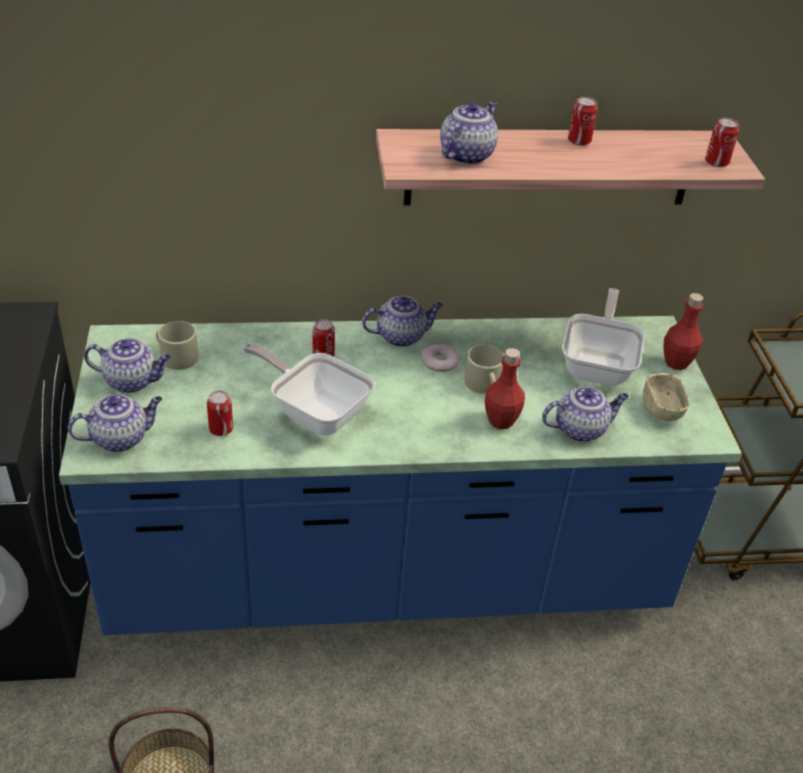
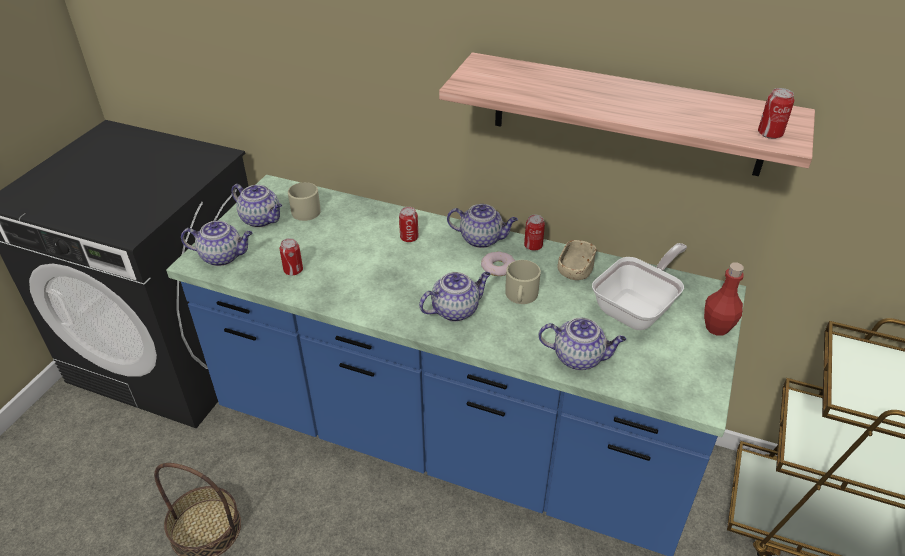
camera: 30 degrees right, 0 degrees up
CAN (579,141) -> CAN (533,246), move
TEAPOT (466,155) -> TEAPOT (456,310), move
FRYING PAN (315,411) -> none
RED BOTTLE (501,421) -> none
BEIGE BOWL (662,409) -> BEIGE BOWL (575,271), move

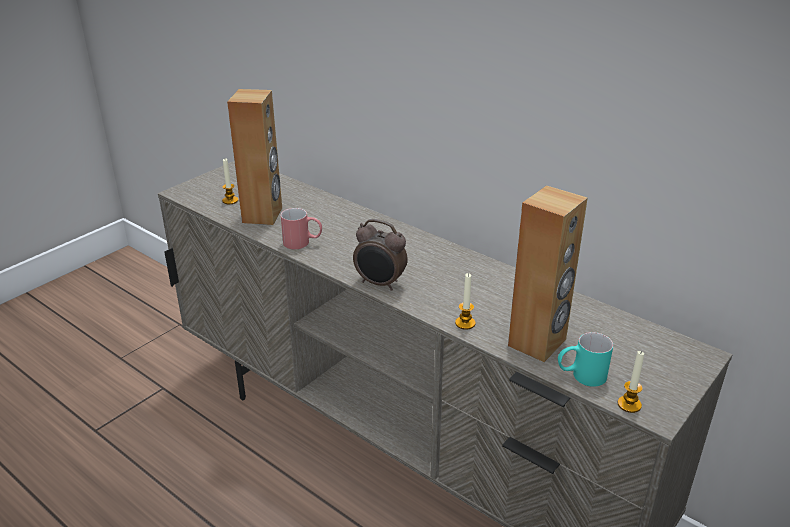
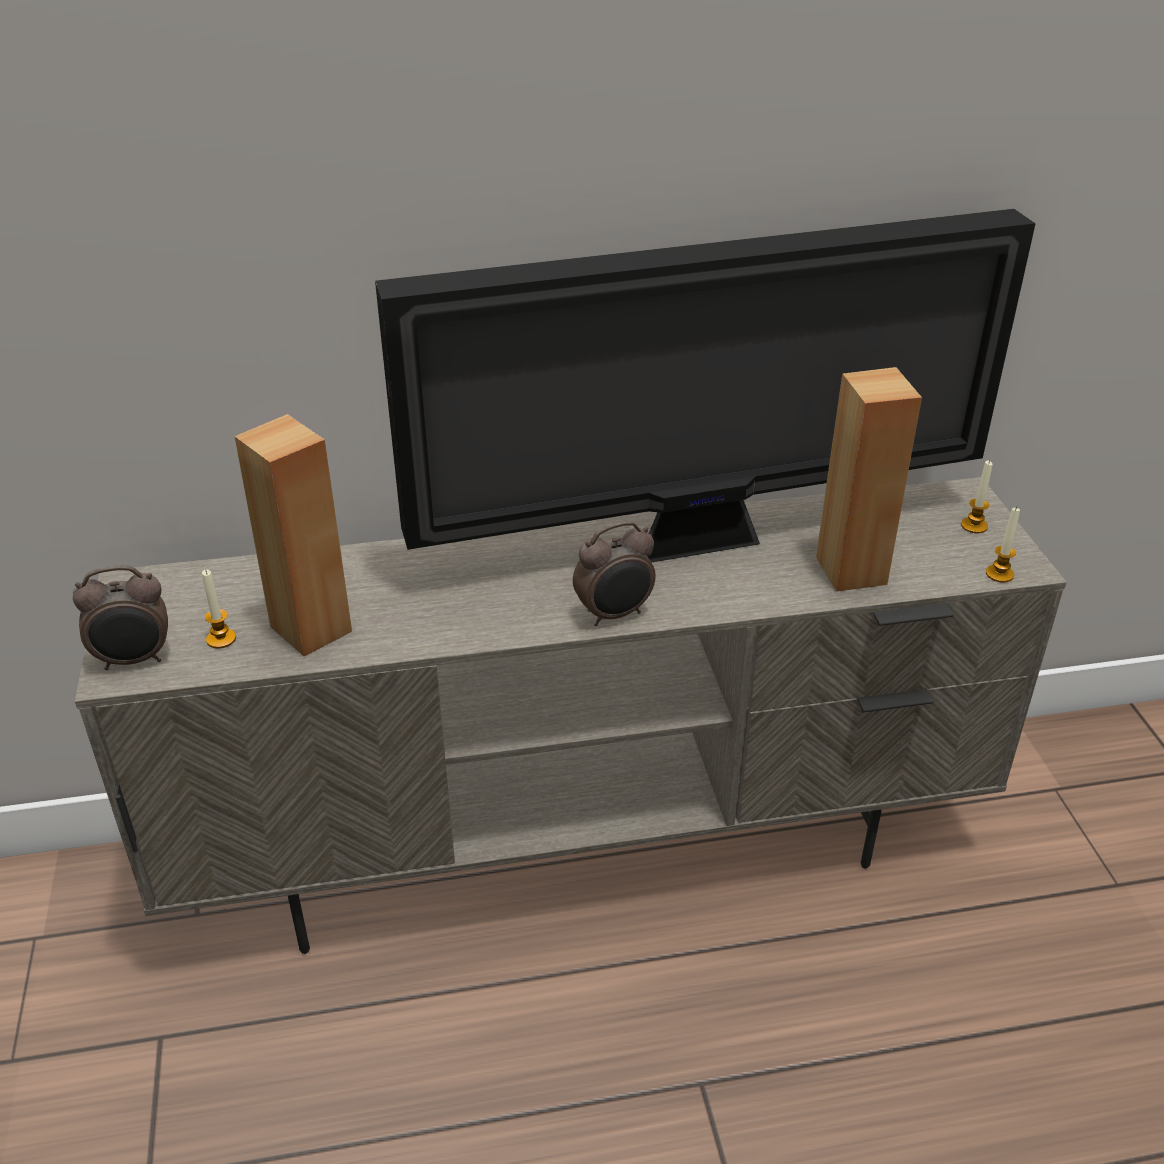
camera: 50 degrees left, 5 degrees up
RED MUG (303,243) -> none
CANDLE (465,323) -> CANDLE (974,526), move
TURQUOISE MUG (581,376) -> none
none -> TELEVISION (701,542)
none -> ALARM CLOCK (134,660)

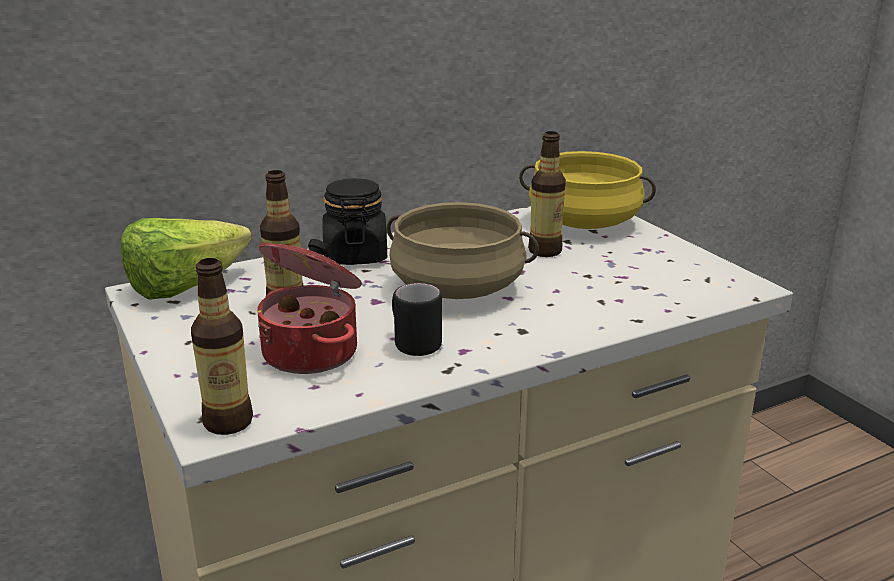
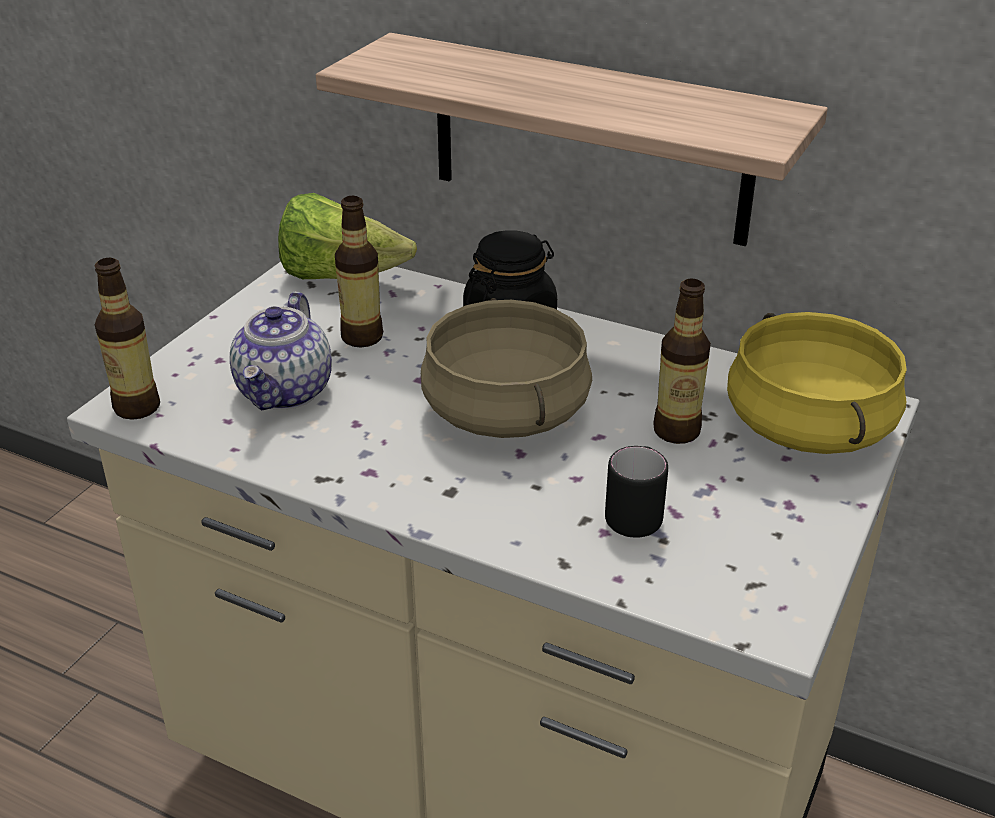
camera: 55 degrees right, 10 degrees up
COOKING POT (313,352) -> TEAPOT (286,392)
BLACK MUG (413,343) -> BLACK MUG (636,514), move
none -> SHELF (589,140)

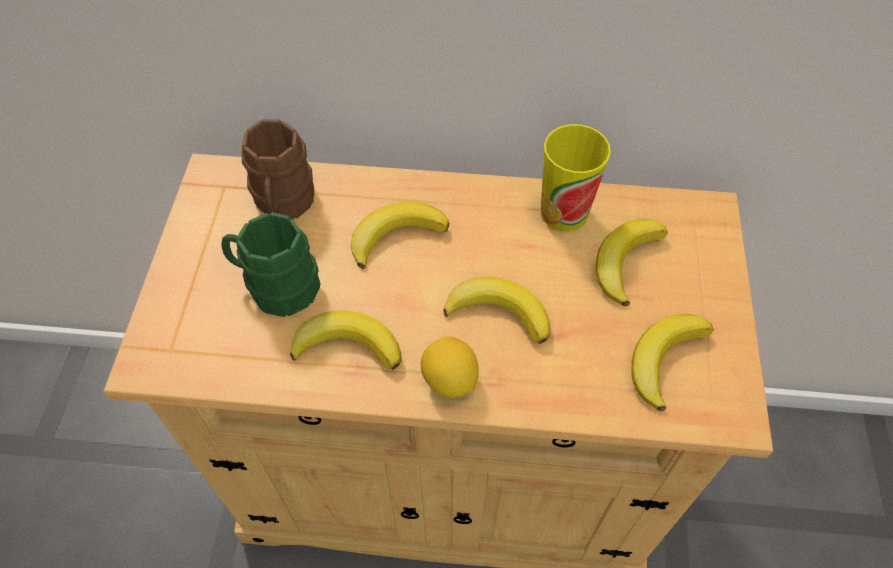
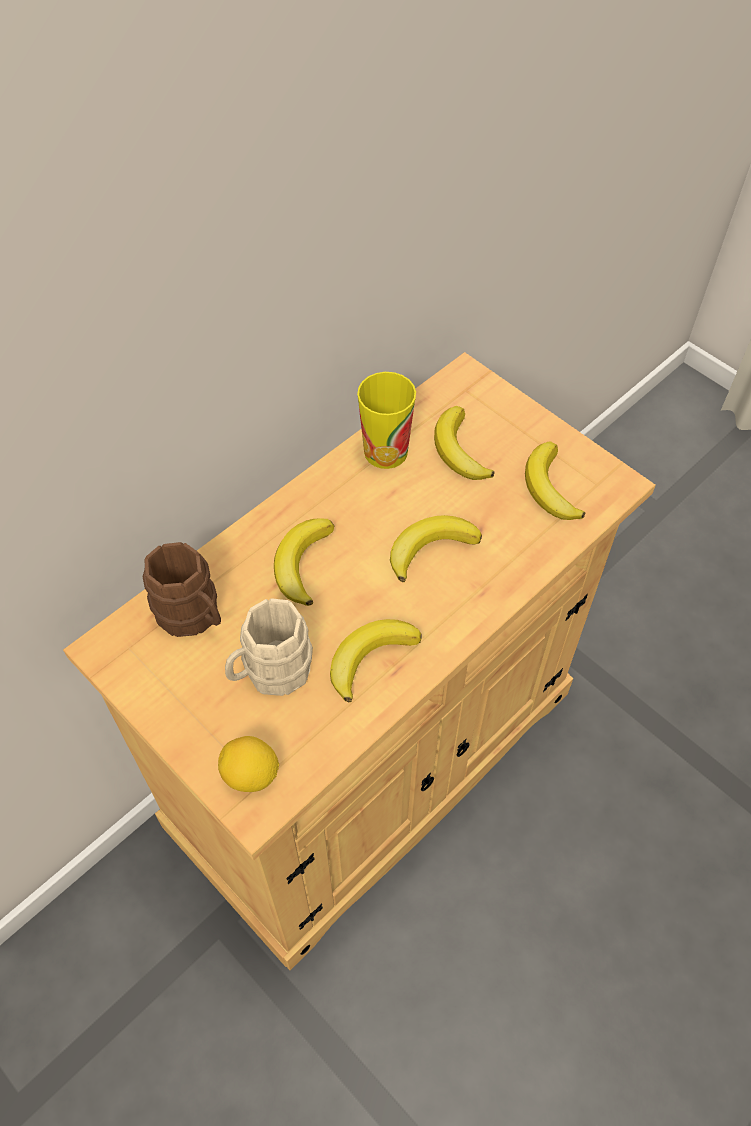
camera: 50 degrees left, 0 degrees up
GREEN MUG (276,286) -> BEIGE MUG (270,672)
LEMON (449,380) -> LEMON (250,774), move

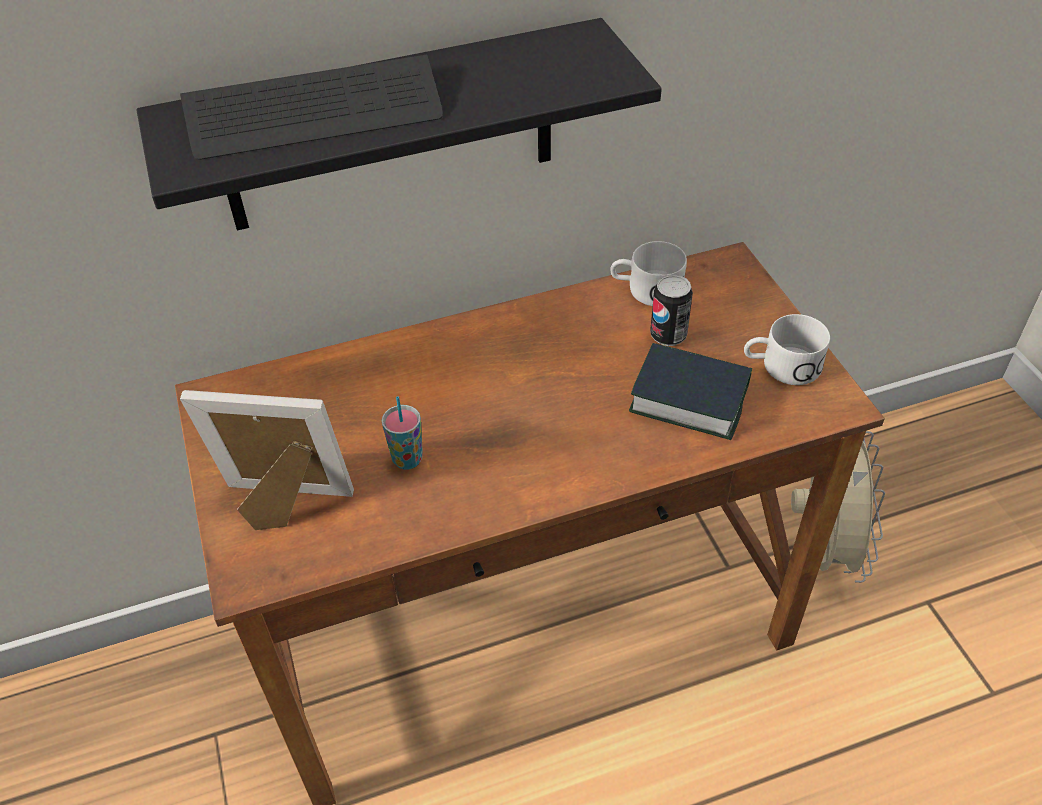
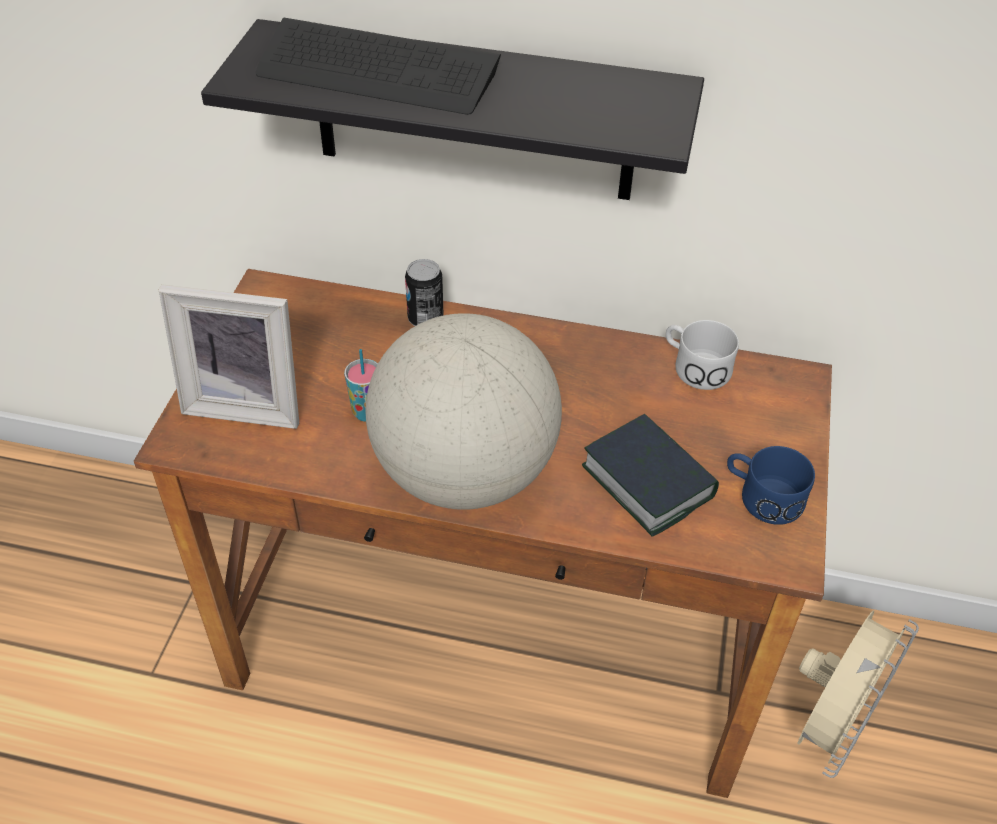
camera: 30 degrees right, 0 degrees up
CAN (668,335) -> CAN (425,319), move
WHITE MUG (781,367) -> BLUE MUG (761,496)
PICTURE FRAME (284,507) -> PICTURE FRAME (247,403), 150 degrees clockwise
none -> GLOBE (464,473)

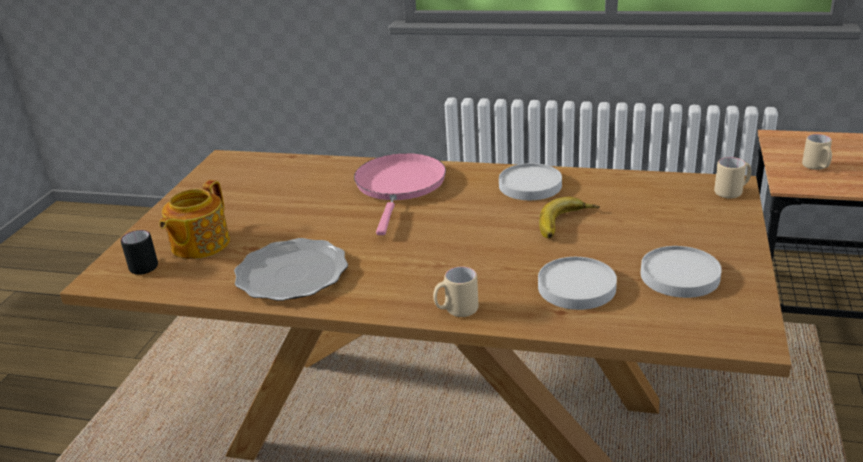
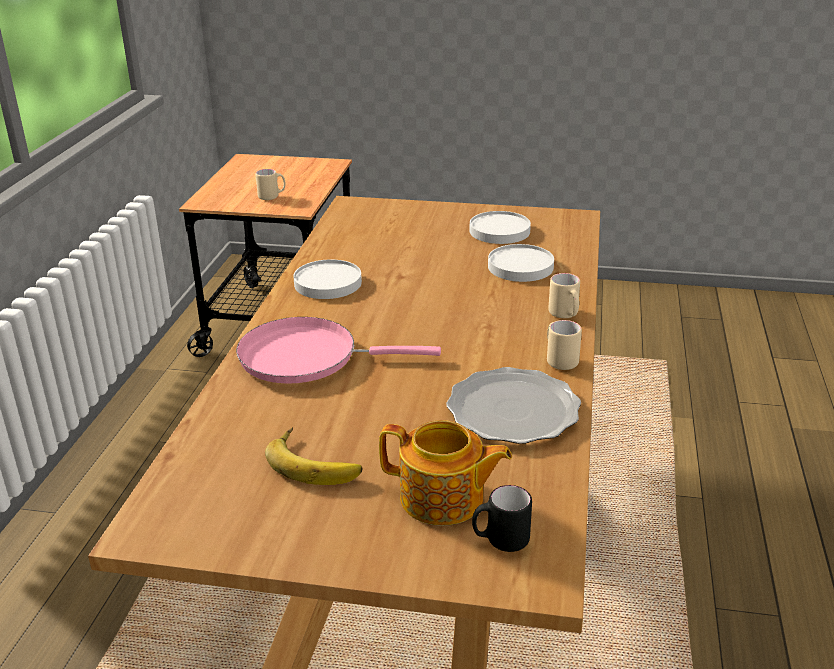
camera: 95 degrees left, 0 degrees up
BEIGE MUG (732,192) -> BEIGE MUG (559,360), move
BANANA (567,224) -> BANANA (316,462), move

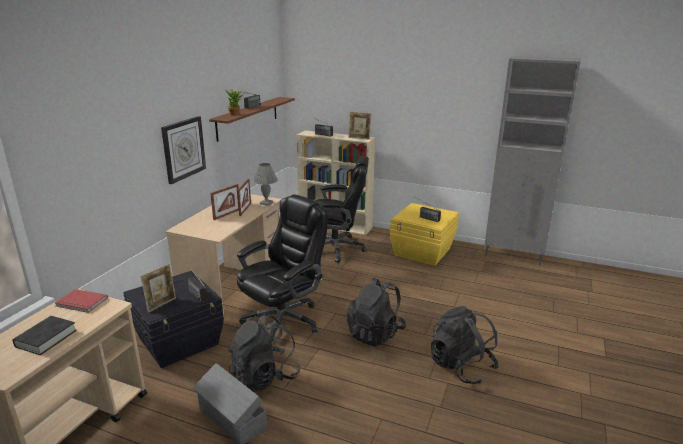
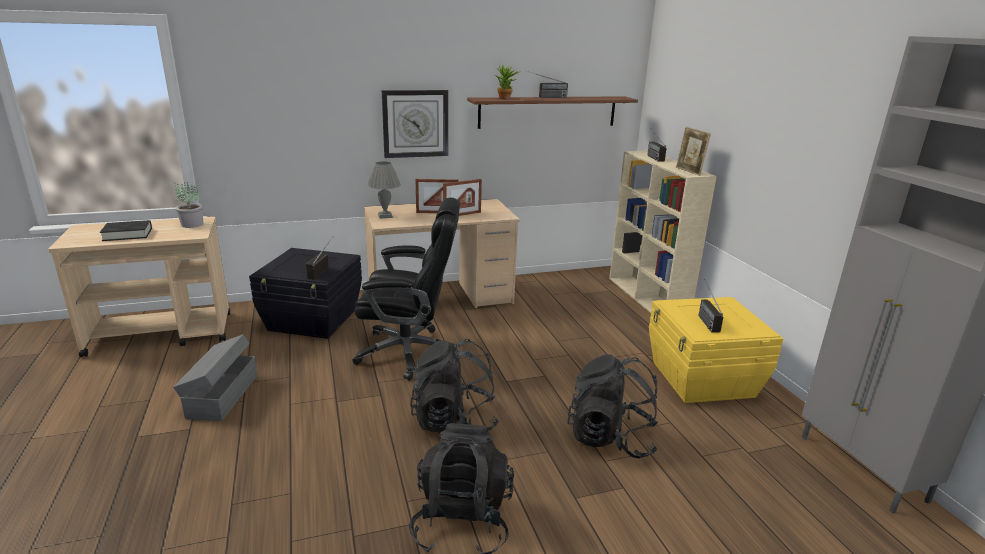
camera: 50 degrees right, 0 degrees up
BLACK OFFICE CHAIR (337,248) -> none
GREY TABLE LAMP (266,203) -> GREY TABLE LAMP (385,216), move
PICTURE FRAME (161,304) -> none
RED BOOK (81,303) -> POTTED PLANT (192,224)
BLACK BACKPACK (264,377) -> BLACK BACKPACK (610,438), move

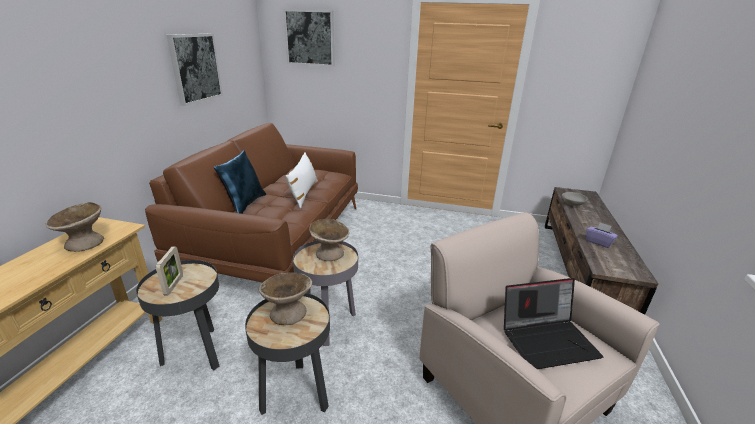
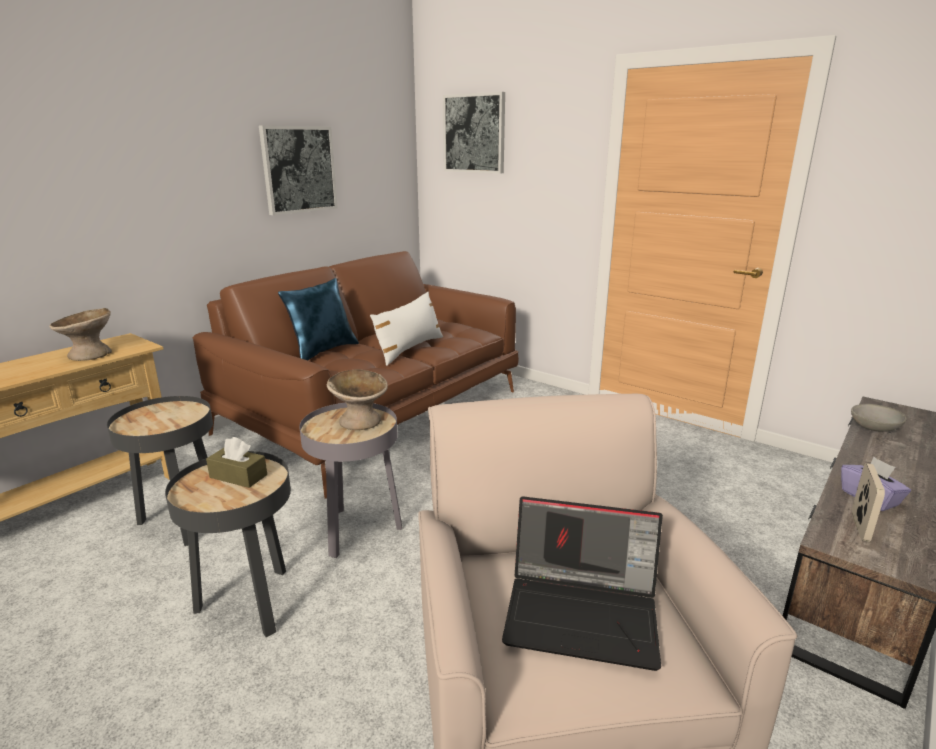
camera: 25 degrees right, 5 degrees down
PICTURE FRAME (174,285) -> PICTURE FRAME (860,526), move
BEIGE BOWL (288,313) -> BROWN TISSUE BOX (238,476)

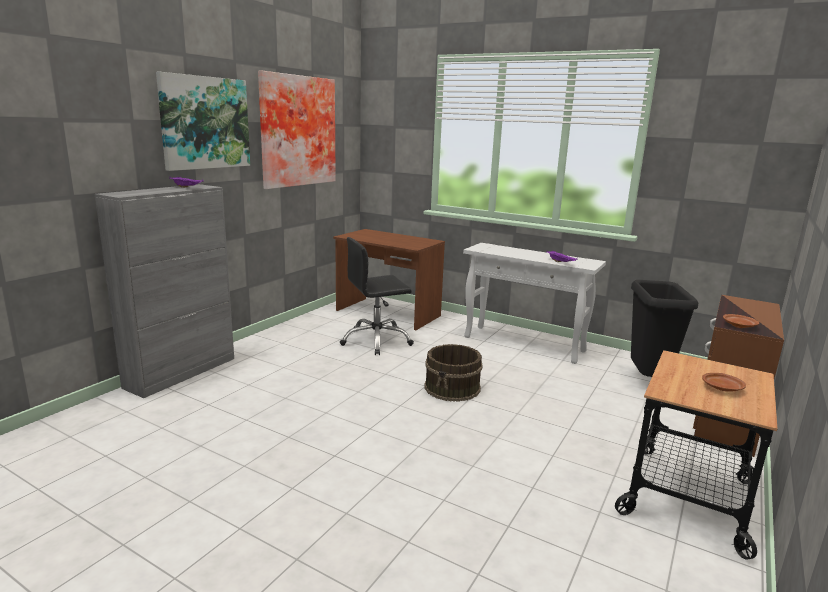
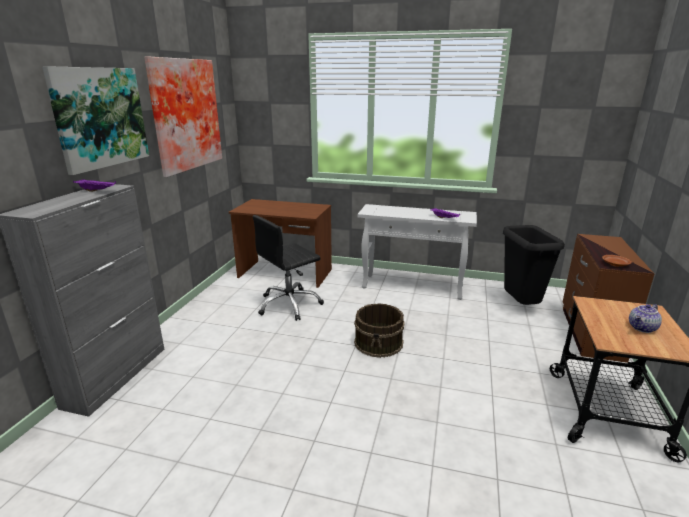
camera: 15 degrees left, 5 degrees up
BROWN PLATE (722,388) -> TEAPOT (642,328)

